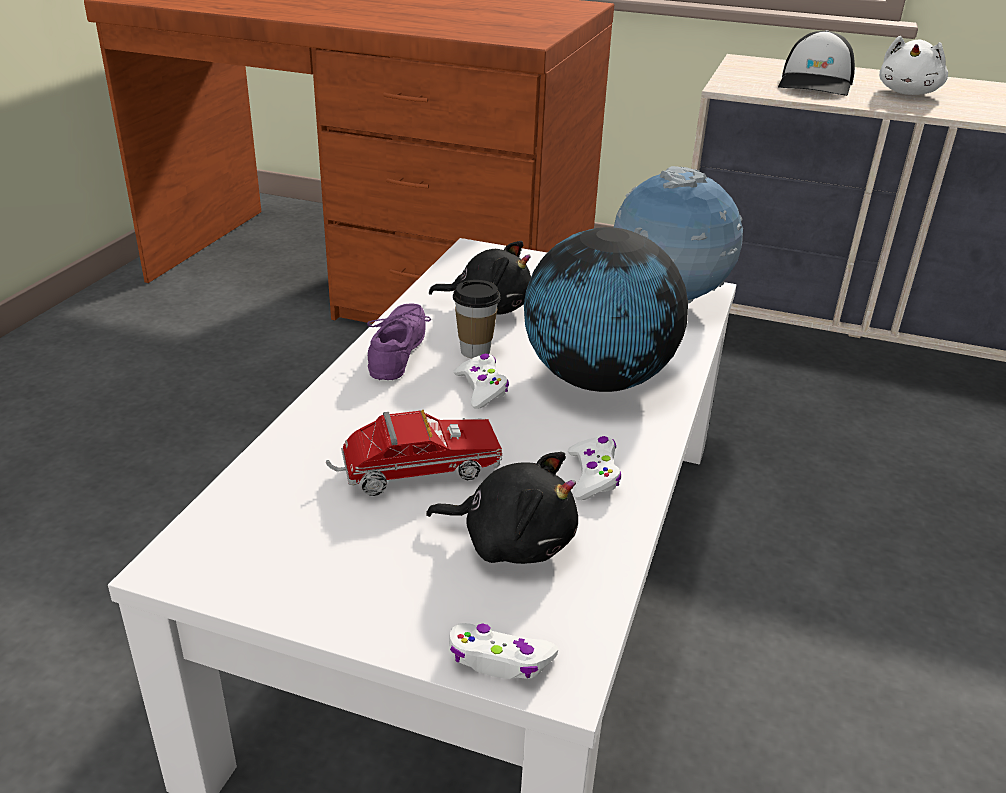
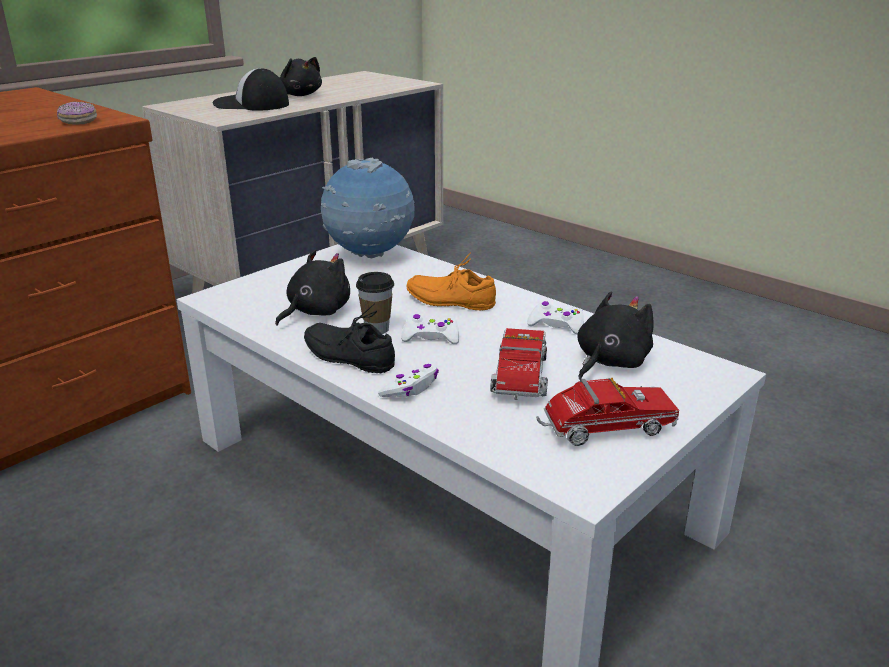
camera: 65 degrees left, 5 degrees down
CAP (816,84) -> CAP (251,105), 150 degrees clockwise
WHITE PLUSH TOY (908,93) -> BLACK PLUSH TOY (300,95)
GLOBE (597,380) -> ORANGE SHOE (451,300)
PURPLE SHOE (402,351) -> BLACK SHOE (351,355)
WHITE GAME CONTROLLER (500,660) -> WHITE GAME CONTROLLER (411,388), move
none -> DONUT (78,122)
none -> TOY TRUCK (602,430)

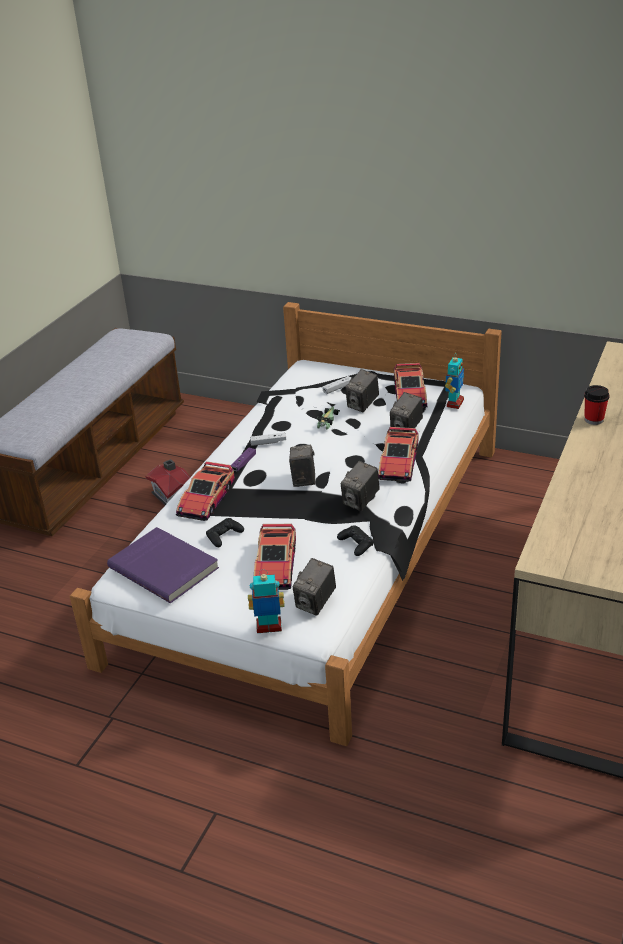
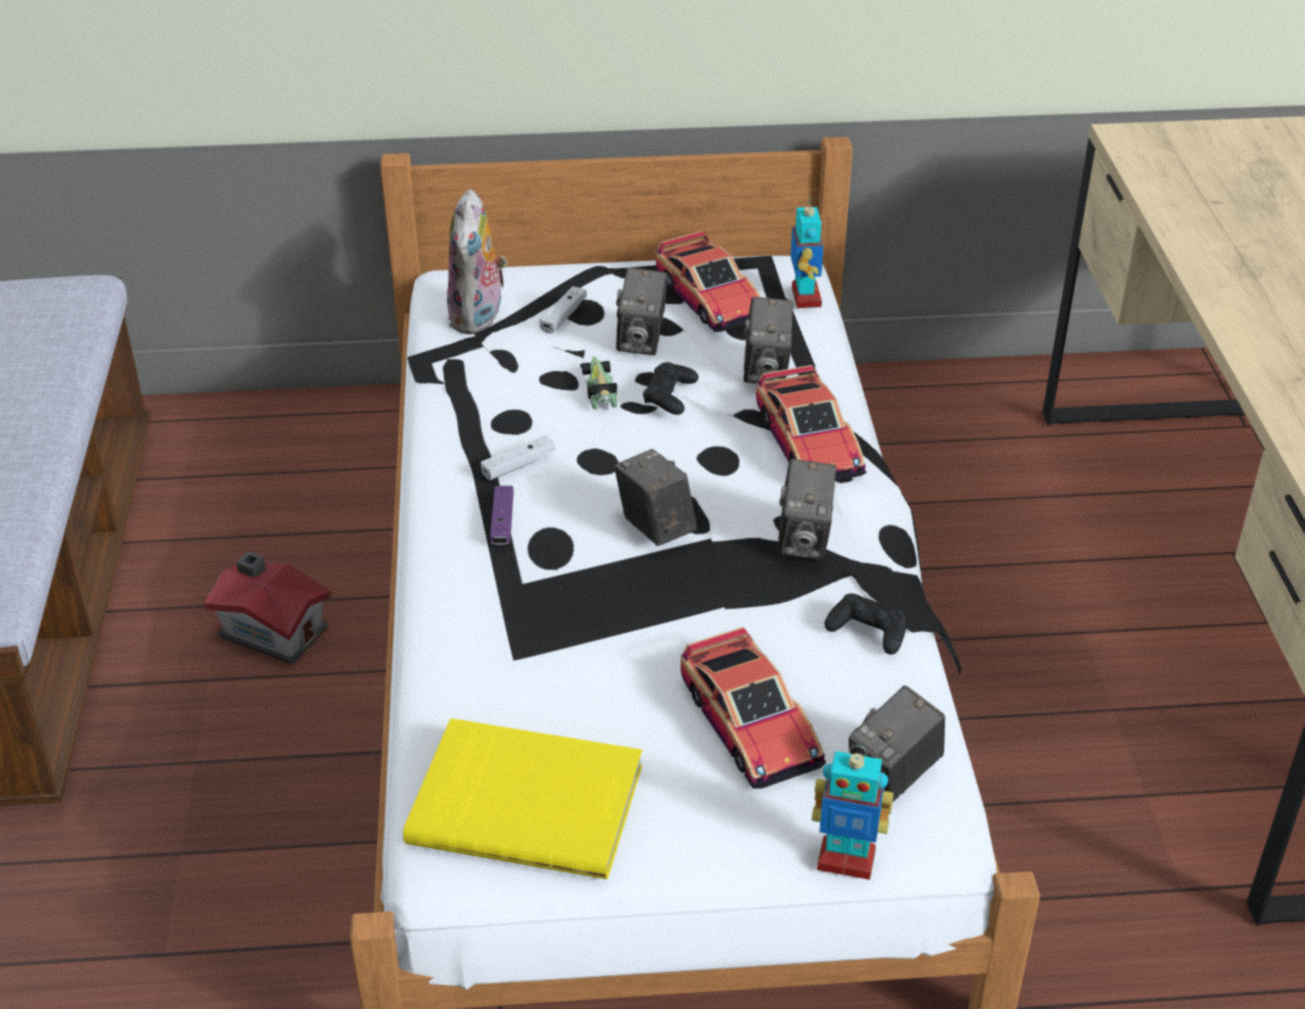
camera: 30 degrees left, 5 degrees up
CUP (593,419) -> none
TOY CAR (206,499) -> none
BLACK GAME CONTROLLER (224,536) -> BLACK GAME CONTROLLER (670,395), move
PURPLE BOOK (165,567) -> YELLOW BOOK (527,801)
PHOTO CAMERA (315,603) -> PHOTO CAMERA (893,777), 45 degrees clockwise
TOY ROBOT (269,627) -> TOY ROBOT (846,860), 135 degrees counterclockwise
none -> PLUSH TOY (479,318)

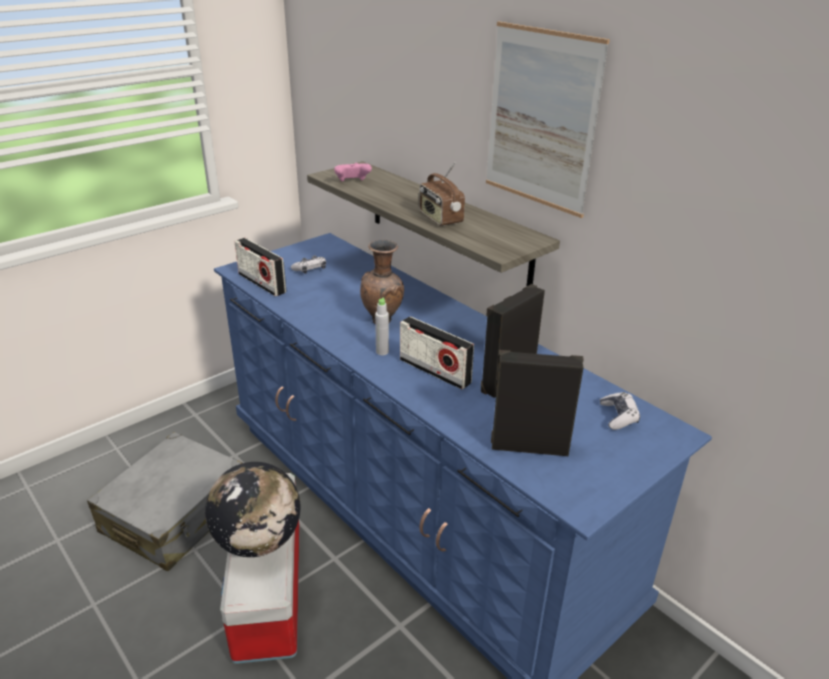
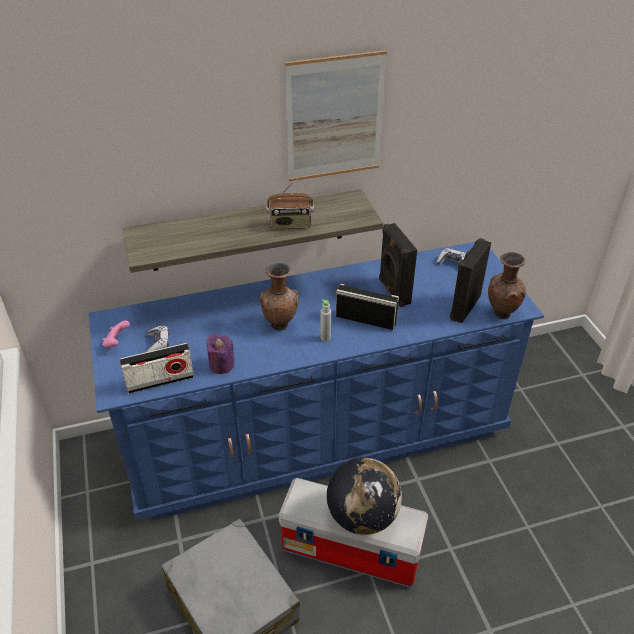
camera: 65 degrees left, 10 degrees up
PINK GAME CONTROLLER (352,182) -> PINK GAME CONTROLLER (117,343), move
RADIO (435,371) -> RADIO (365,319), 135 degrees counterclockwise
none -> BROWN VASE (500,313)
none -> PURPLE CANDLE (221,365)

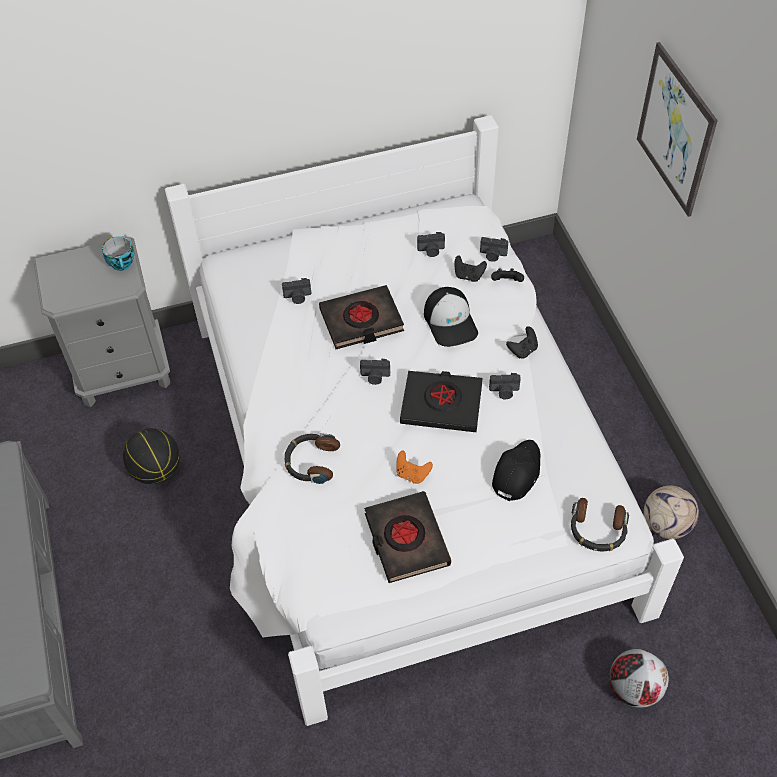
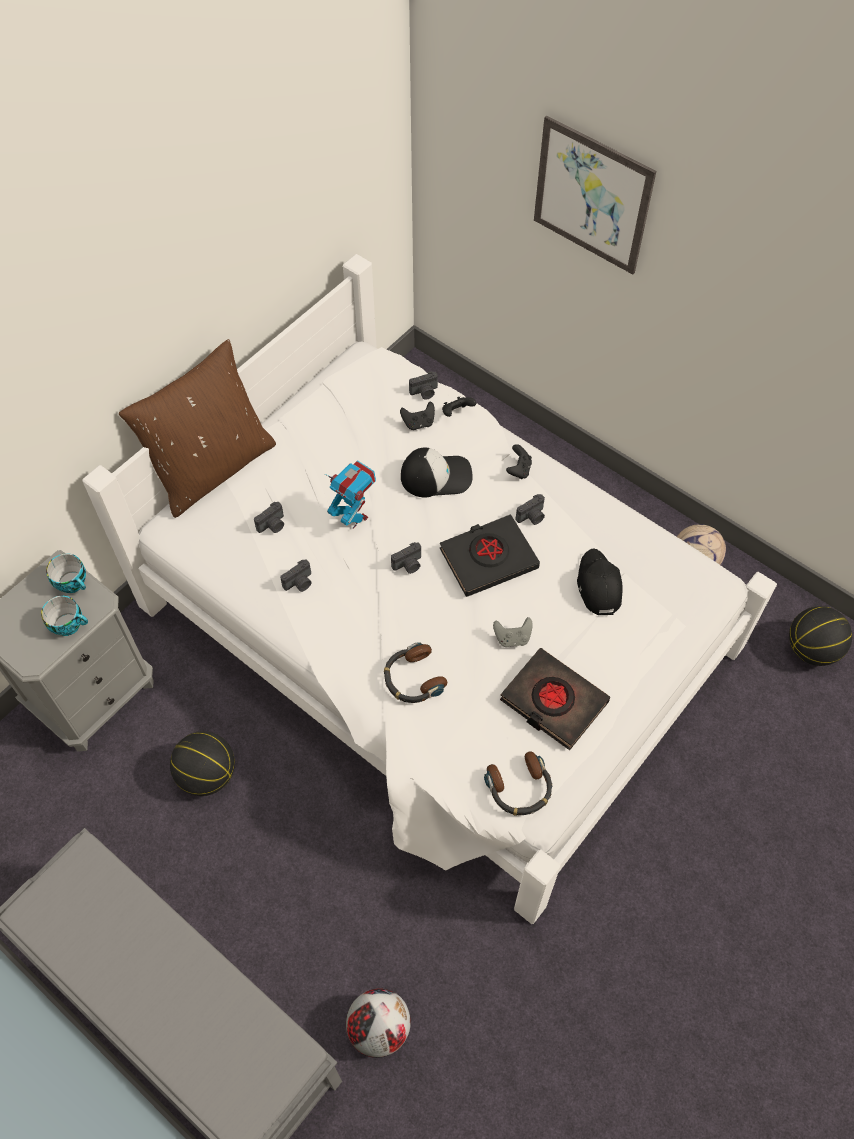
camera: 35 degrees left, 5 degrees up
PHOTO CAMERA (431,251) -> PHOTO CAMERA (299,583), move
BLACK BOOK (361,321) -> TOY ROBOT (354,517)
CAP (451,322) -> CAP (436,475), 45 degrees counterclockwise
ORANGE GAME CONTROLLER (412,474) -> GREY GAME CONTROLLER (512,638)
HEADPHONES (597,530) -> HEADPHONES (519,789), move
FOOTBALL (633,688) -> FOOTBALL (378,1027), move
none -> BROWN PILLOW (212,468)
none -> CUP (69,624)
none -> BASKETBALL (811,649)

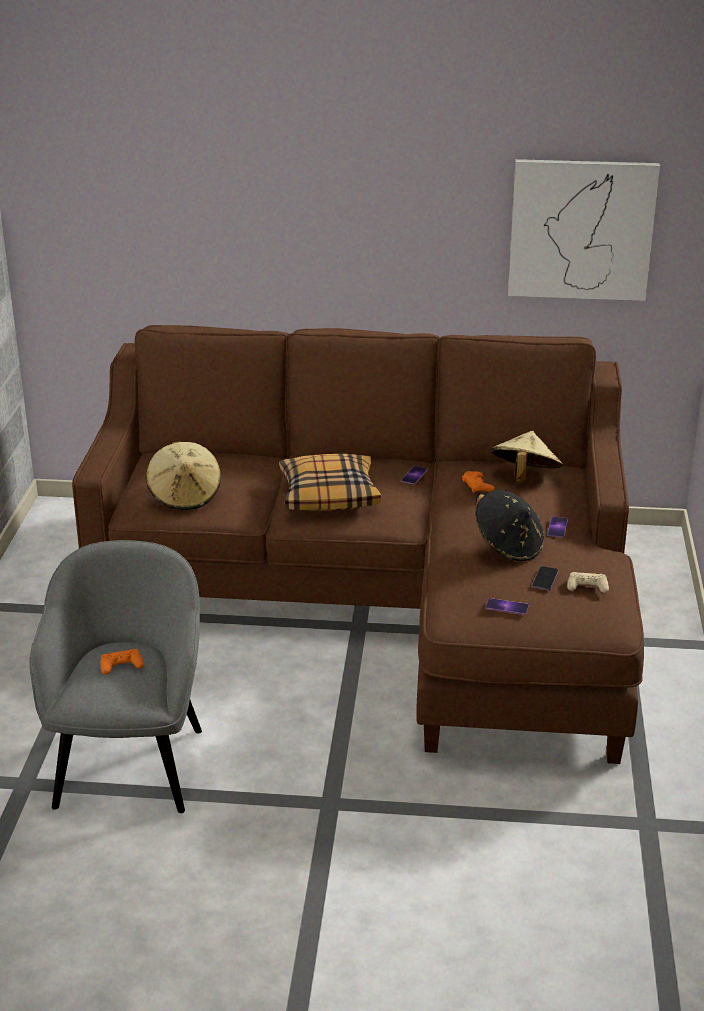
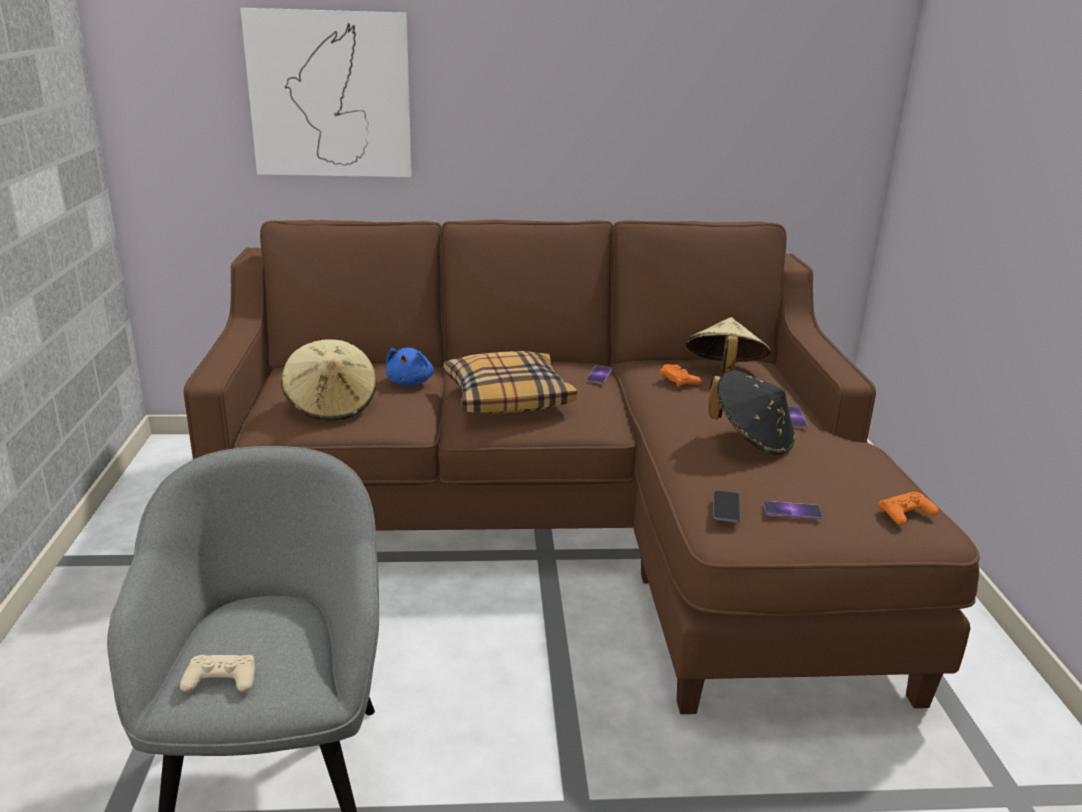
camera: 10 degrees left, 5 degrees down
PICTURE (581,229) -> PICTURE (330,95), move
PHONE (545,579) -> PHONE (726,508), move
BEIGE GAME CONTROLLER (587,586) -> BEIGE GAME CONTROLLER (221,679), move
ORANGE GAME CONTROLLER (121,665) -> ORANGE GAME CONTROLLER (906,513), move
none -> BLUE PLUSH TOY (410,382)

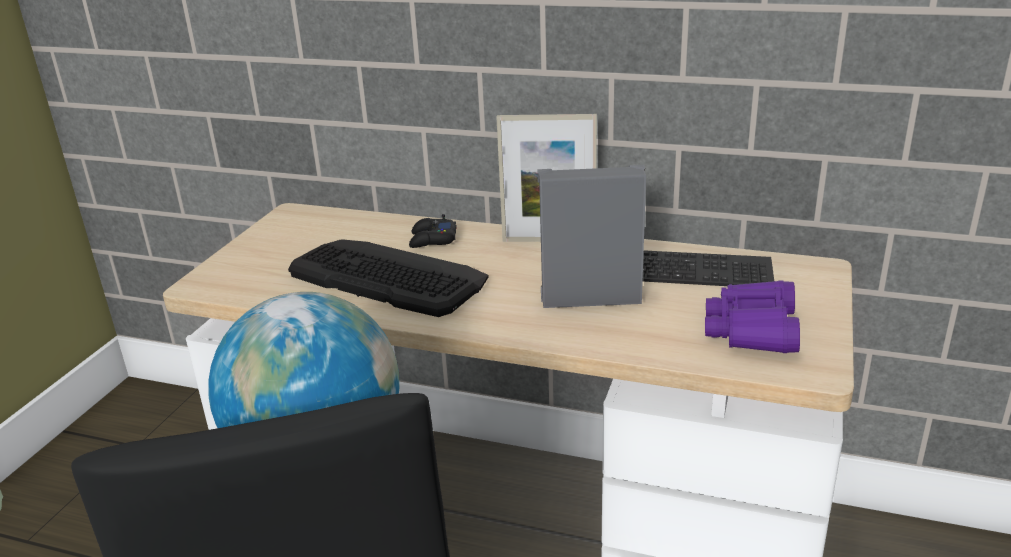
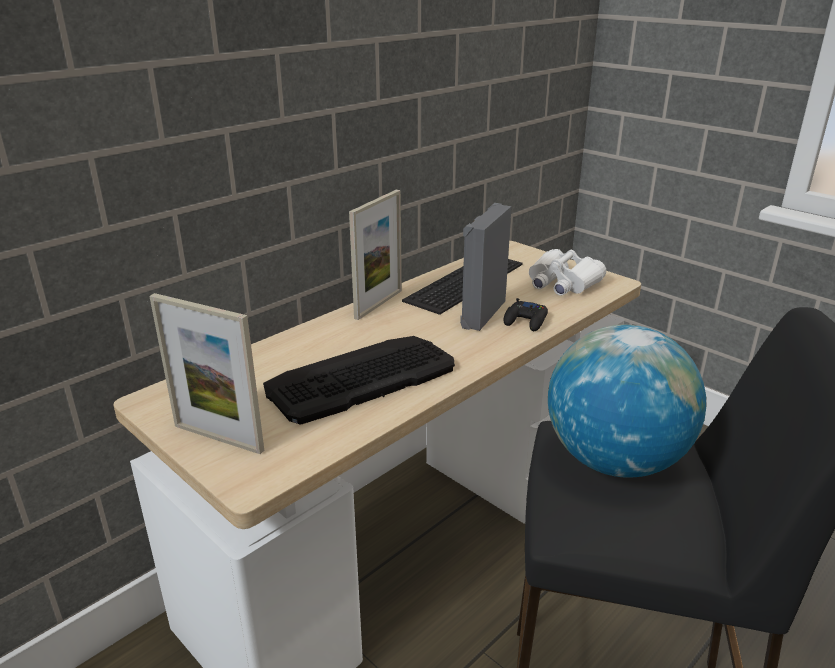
camera: 65 degrees left, 0 degrees up
BLACK GAME CONTROLLER (432,239) -> BLACK GAME CONTROLLER (526,321), move
PURPLE BINOCULARS (752,329) -> WHITE BINOCULARS (562,283)
none -> PICTURE FRAME (218,438)

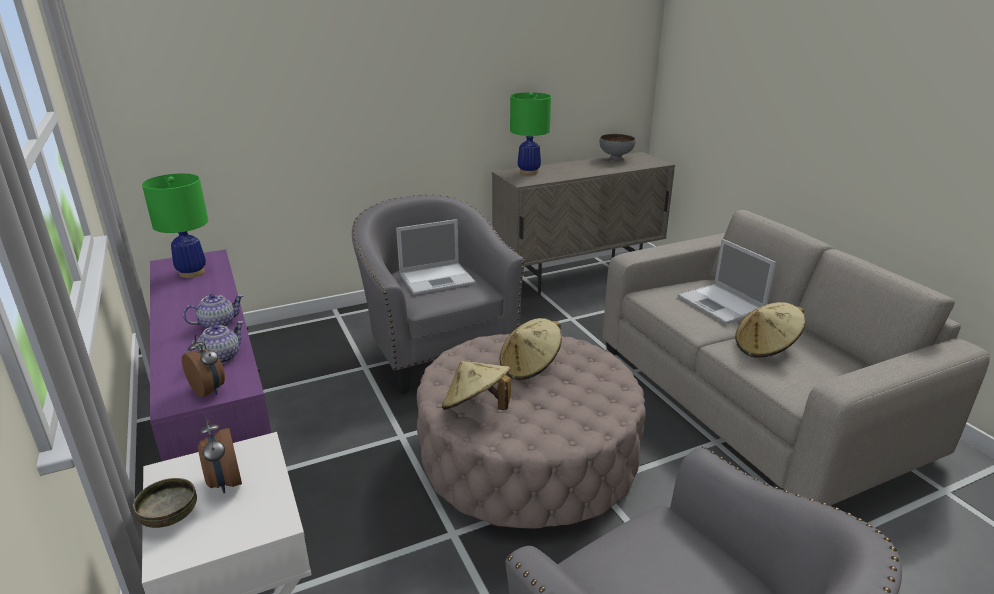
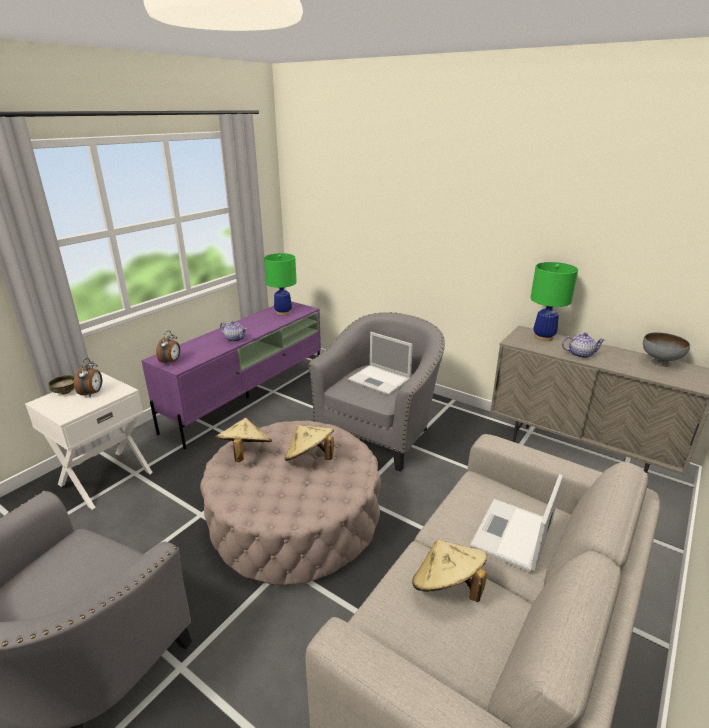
camera: 60 degrees right, 0 degrees up
TEAPOT (221,357) -> TEAPOT (580,354), move
ALARM CLOCK (224,482) -> ALARM CLOCK (93,393), 150 degrees clockwise

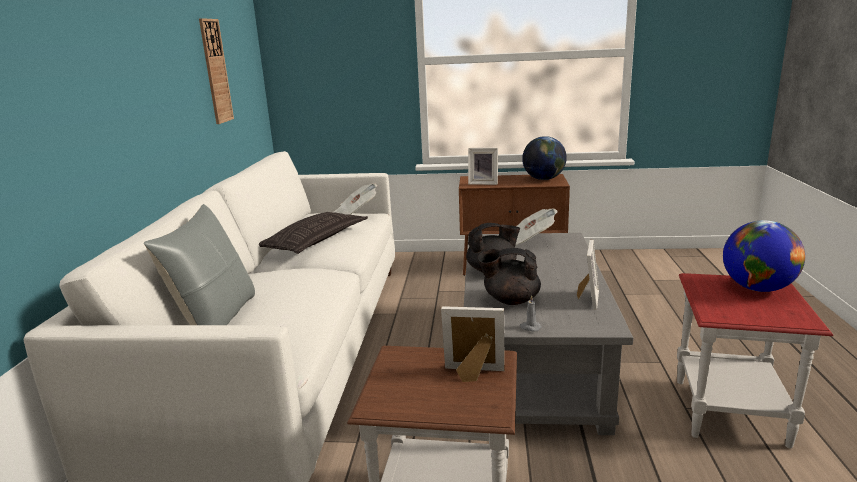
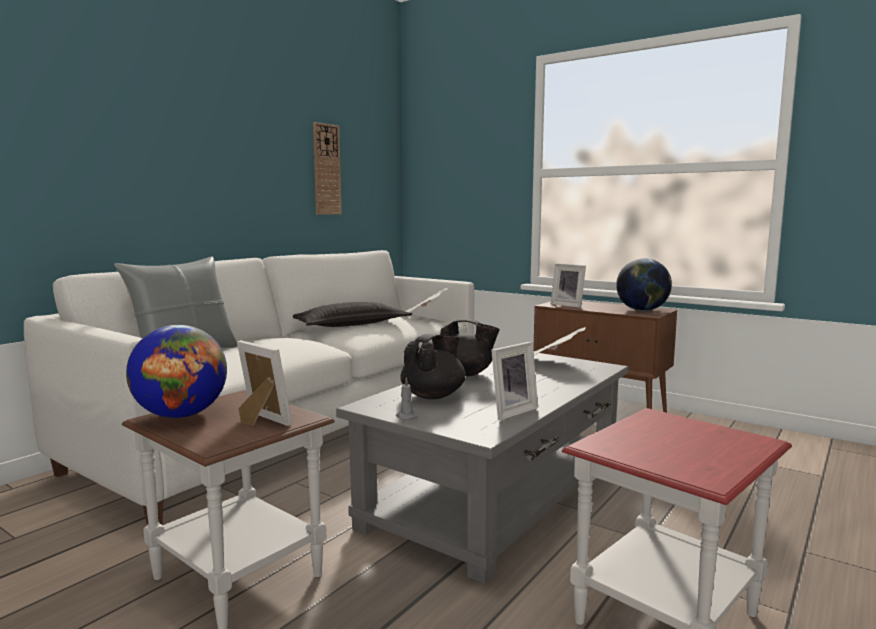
camera: 30 degrees right, 10 degrees down
GLOBE (757,288) -> GLOBE (181,415), move
BLACK TEAPOT (510,300) -> BLACK TEAPOT (433,396), 90 degrees clockwise

